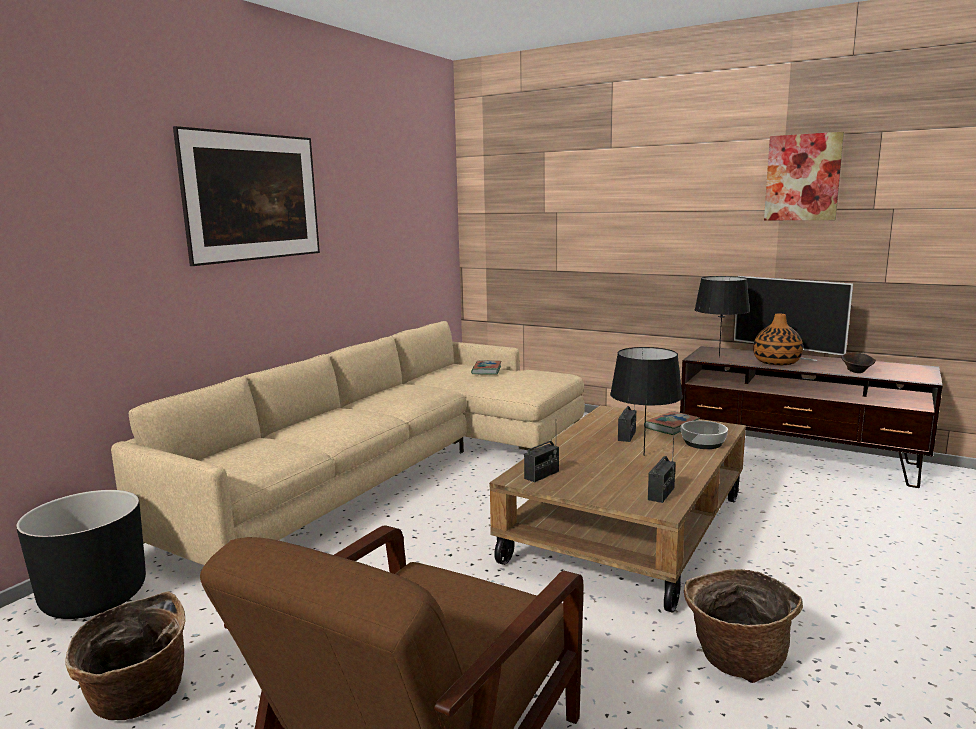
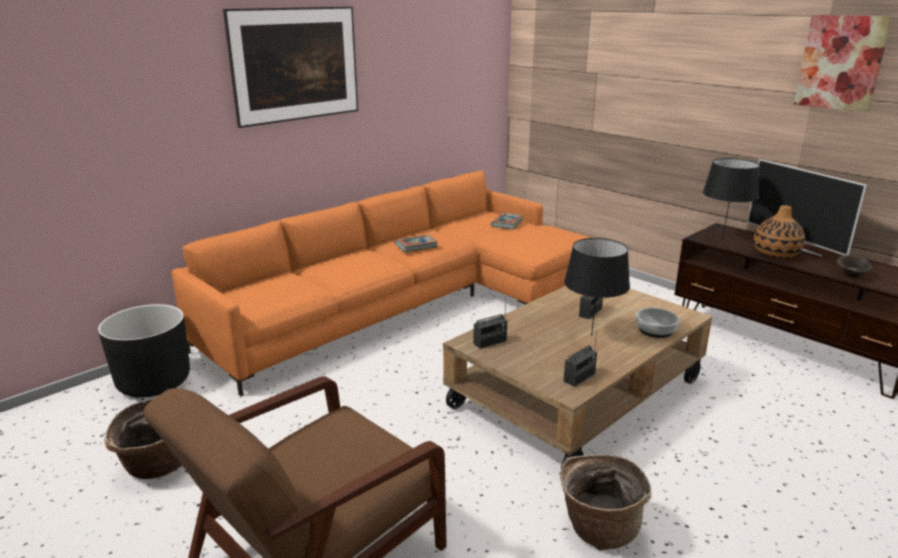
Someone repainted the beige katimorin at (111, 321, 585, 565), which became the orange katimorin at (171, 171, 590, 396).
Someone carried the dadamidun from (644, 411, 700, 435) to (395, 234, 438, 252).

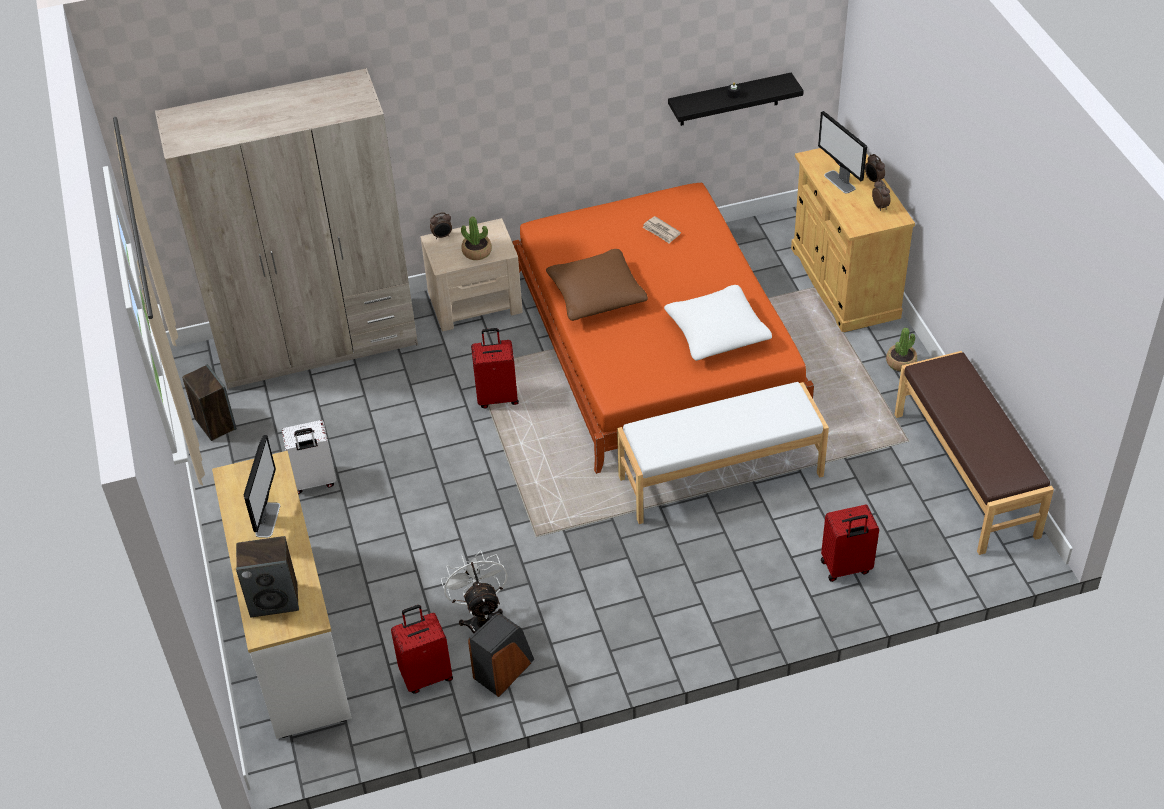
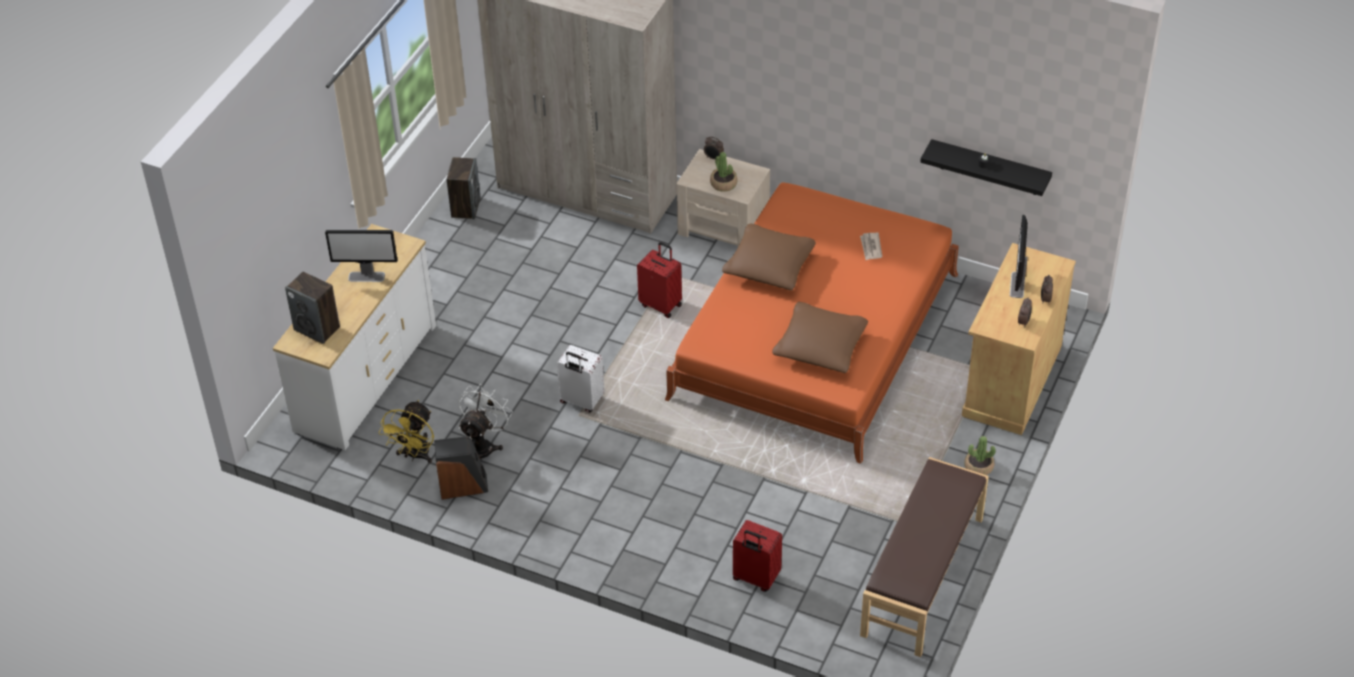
Someone rotated the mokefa at (244, 435, 280, 538) by 45 degrees clockwise.
Someone carried the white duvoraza from (282, 420, 336, 494) to (557, 345, 605, 413).
Someone swapped the red duvoraza at (391, 605, 453, 693) for the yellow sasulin at (379, 400, 434, 463).
Someone took away the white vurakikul at (617, 382, 829, 524).
Someone repainted the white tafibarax at (664, 285, 772, 361), which became the brown tafibarax at (772, 302, 868, 373).

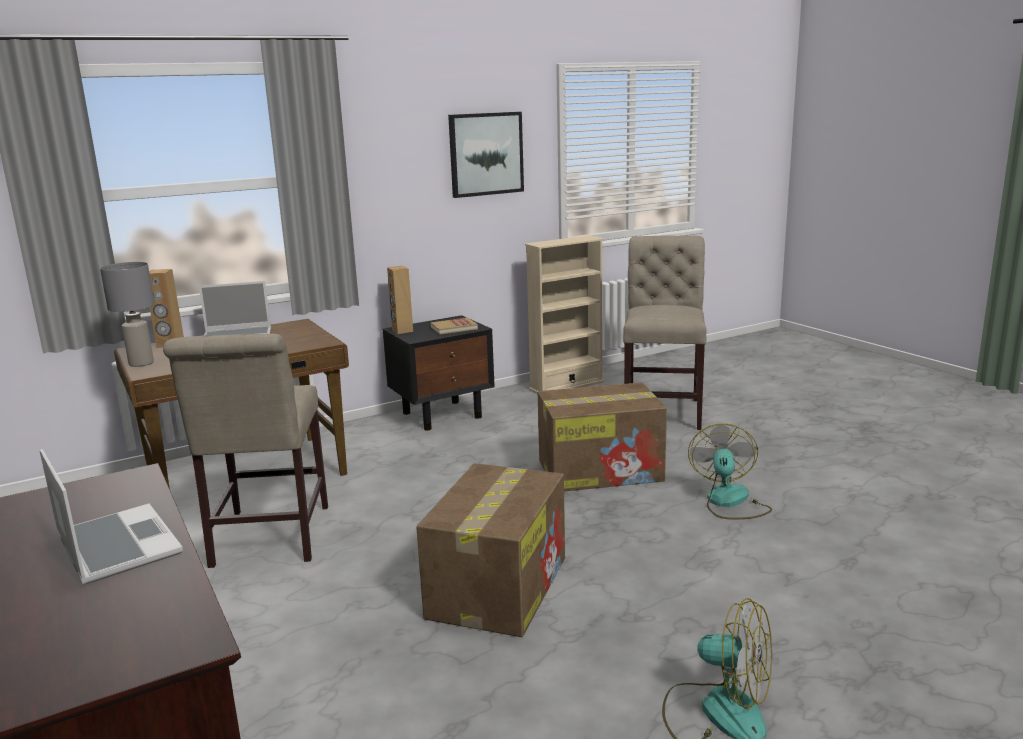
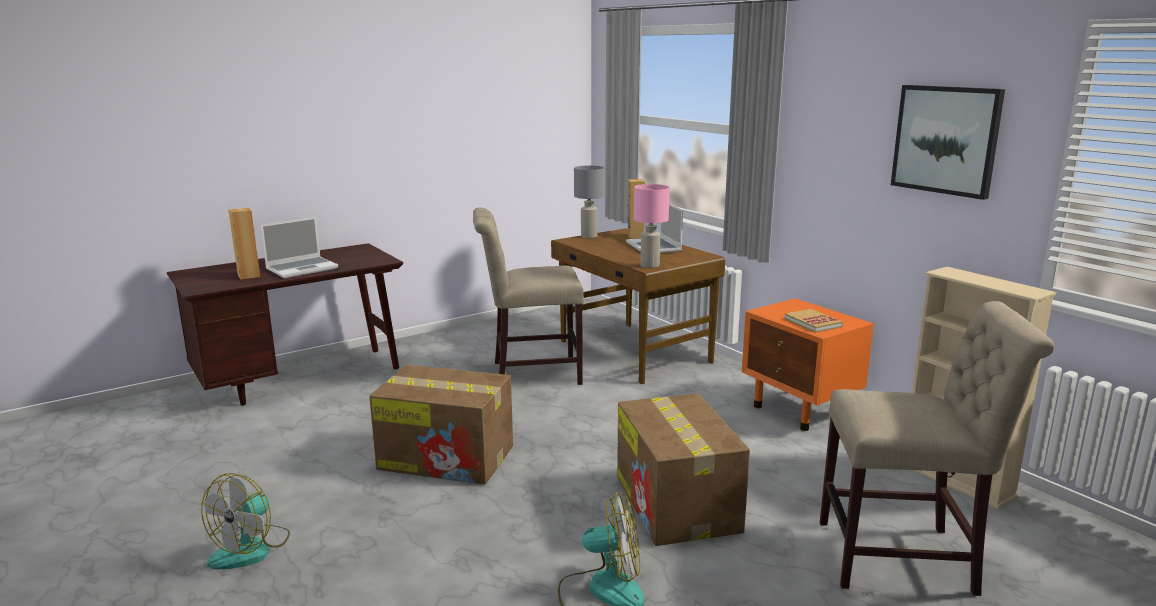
Someone repainted the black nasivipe at (383, 315, 495, 431), which became the orange nasivipe at (742, 298, 874, 431).
Someone carried the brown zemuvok from (387, 266, 413, 334) to (229, 208, 260, 280).
Someone put down the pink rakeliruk at (634, 184, 670, 268).

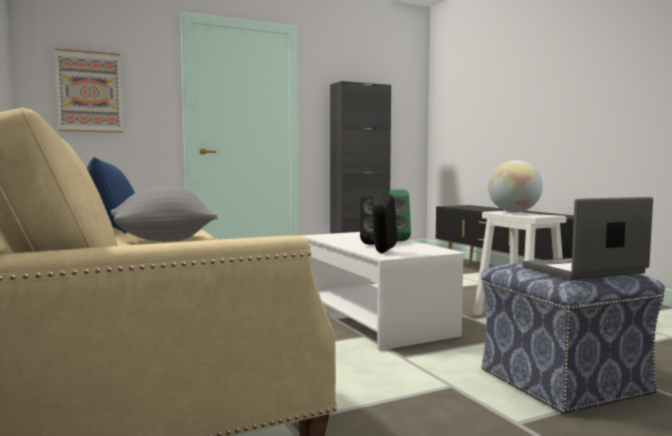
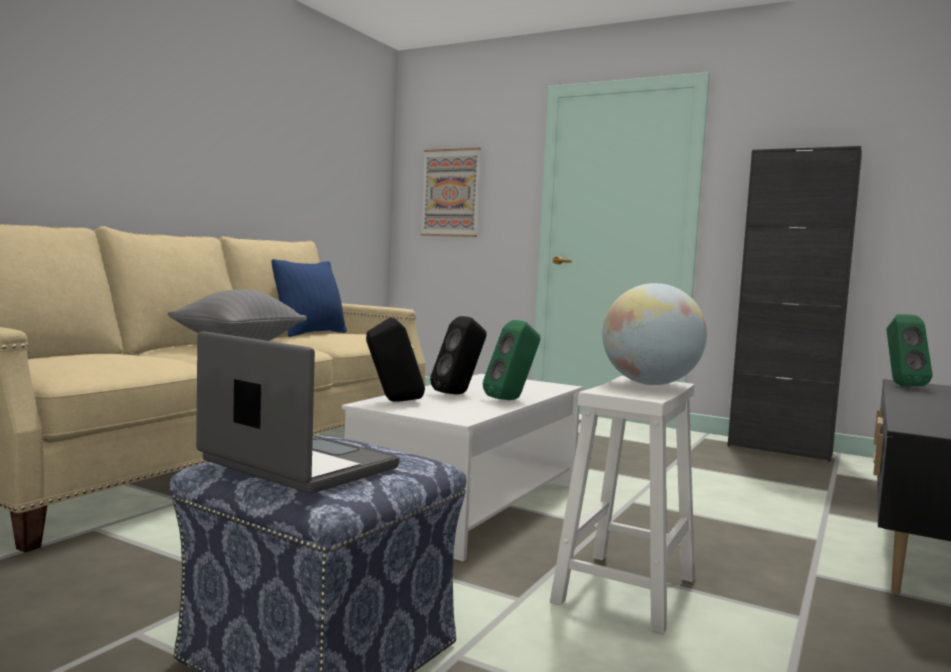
Someone put down the green zemuvok at (887, 314, 933, 386).

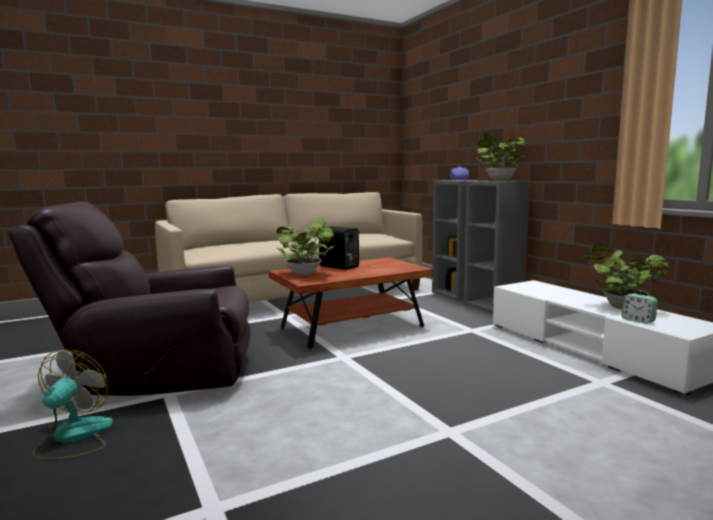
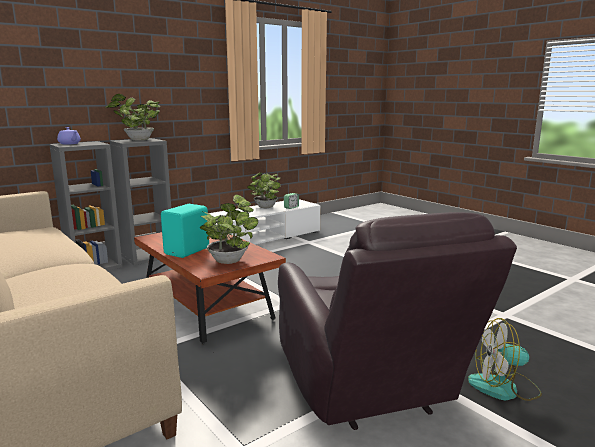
Someone repainted the black zemuvok at (319, 226, 359, 270), which became the turquoise zemuvok at (161, 204, 209, 258).

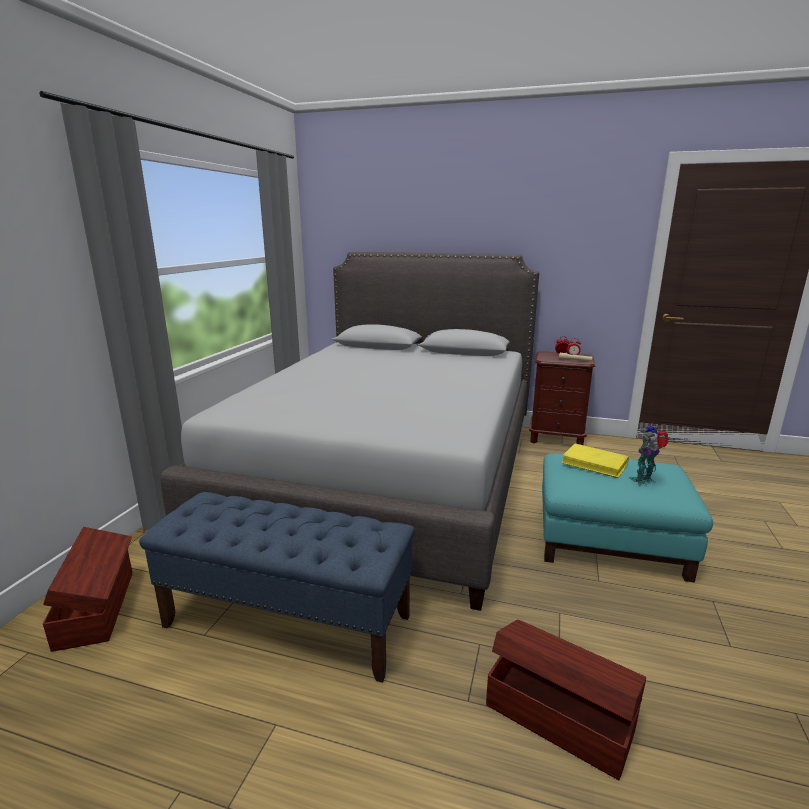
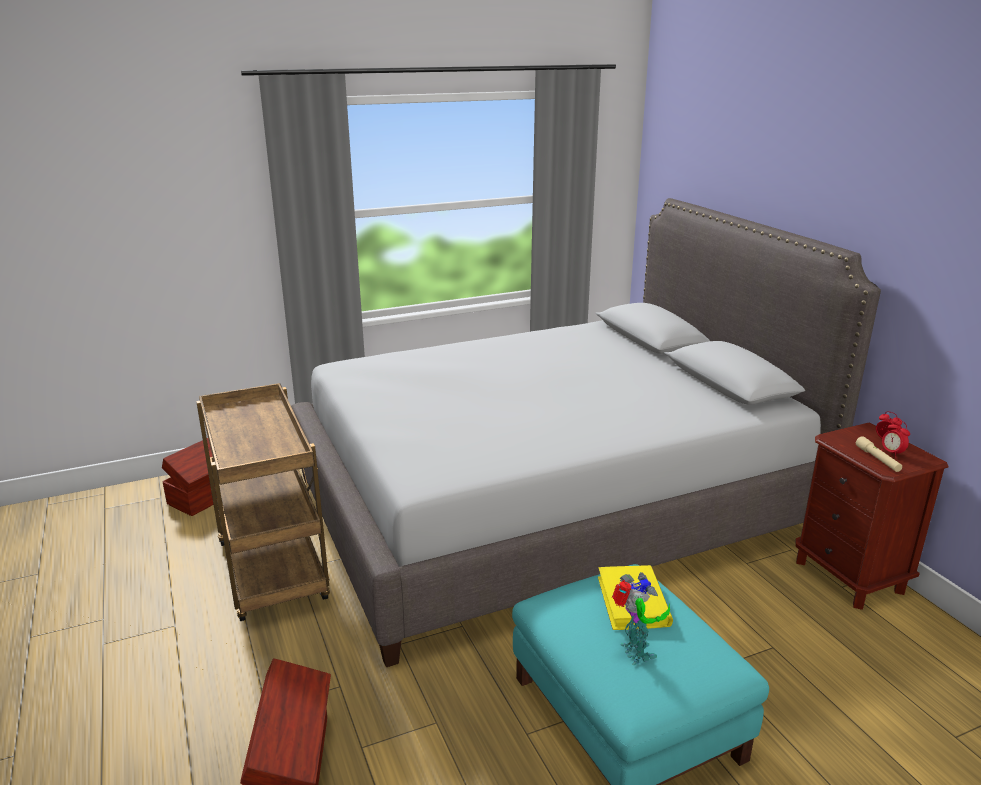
Someone swapped the blue vurakikul at (139, 492, 415, 683) for the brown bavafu at (196, 383, 330, 621).
Someone rotated the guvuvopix at (629, 425, 669, 486) by 45 degrees clockwise.

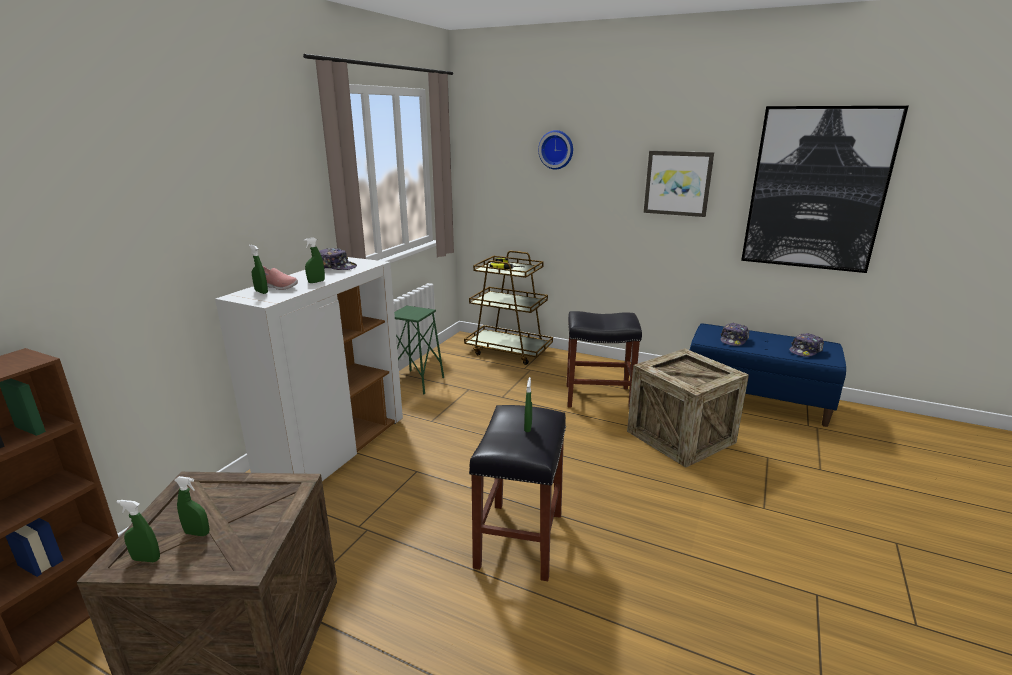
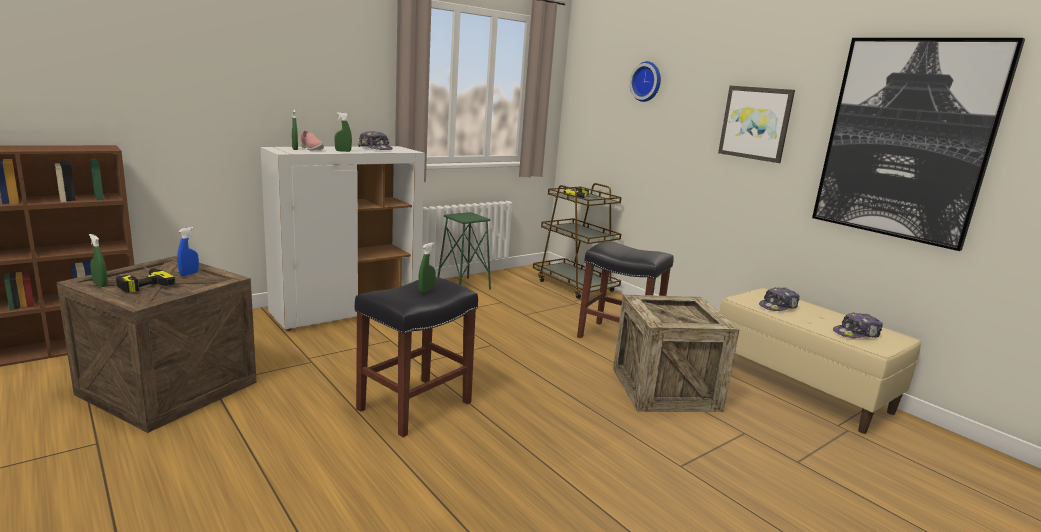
Someone swapped the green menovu at (175, 476, 209, 536) for the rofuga at (116, 266, 175, 293).
Someone repainted the blue vurakikul at (690, 324, 846, 427), which became the beige vurakikul at (720, 288, 921, 434).
Someone put down the blue menovu at (177, 227, 199, 276).

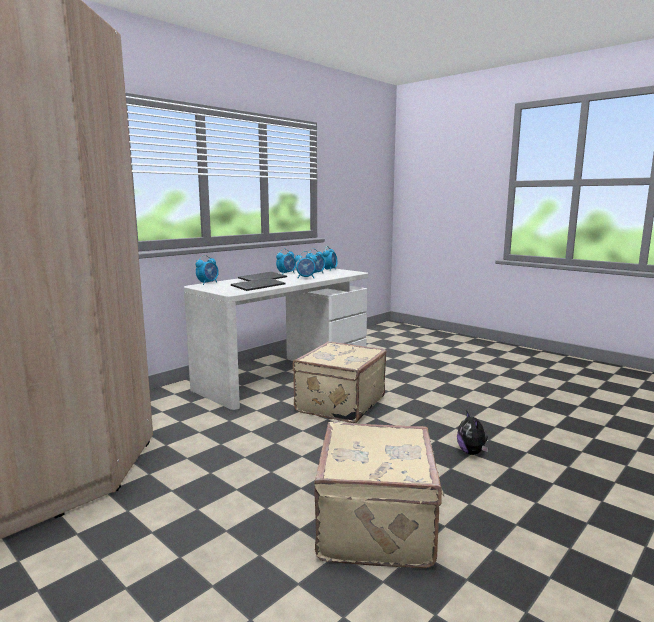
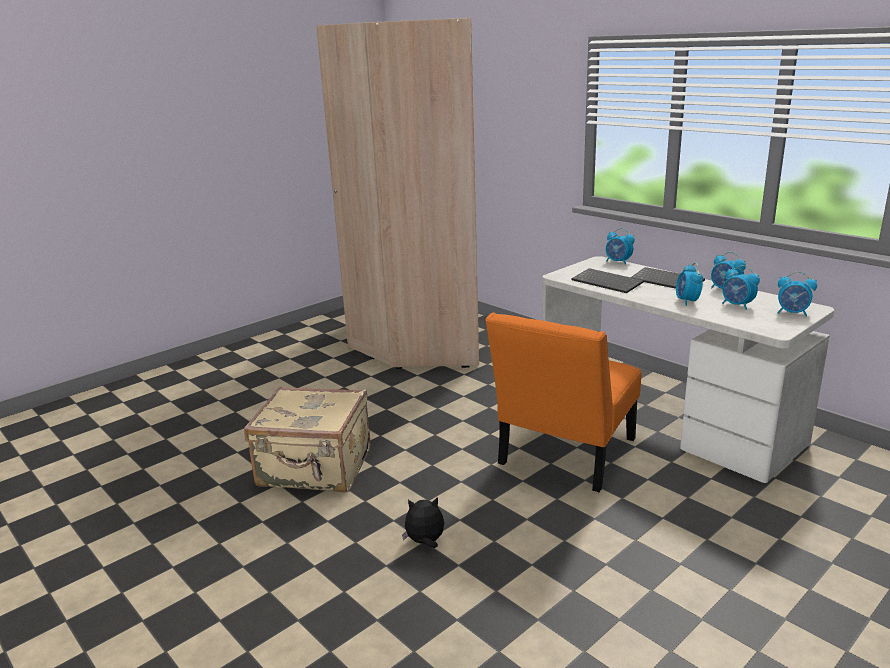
Someone swapped the beige duvoraza at (293, 341, 387, 423) for the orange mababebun at (485, 313, 641, 492).

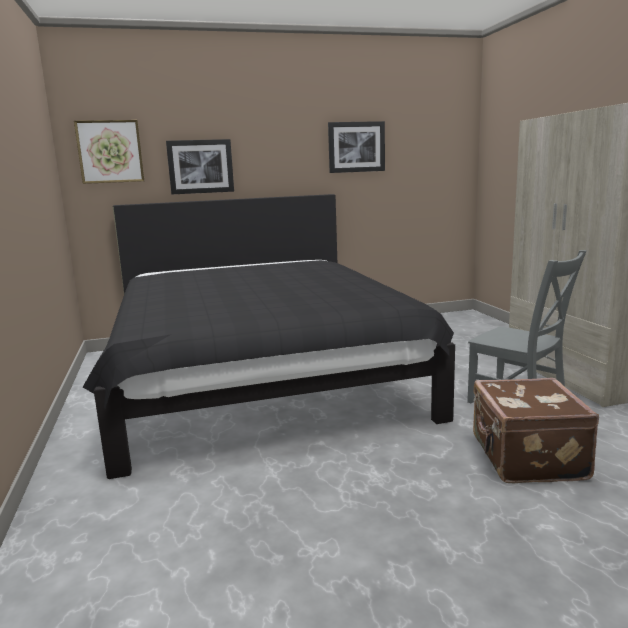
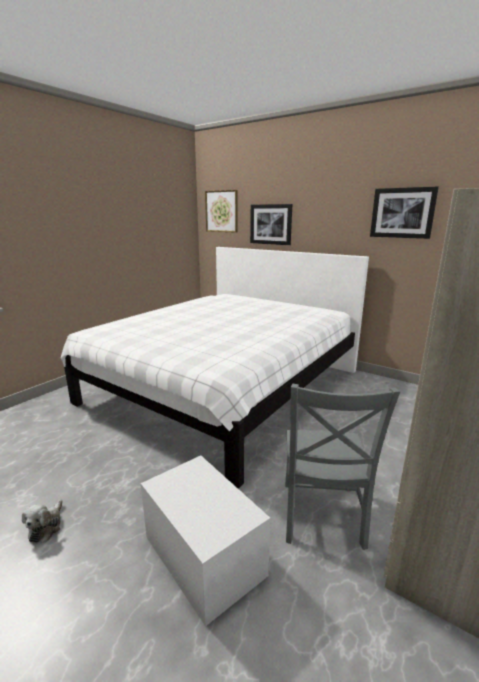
Someone repainted the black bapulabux at (83, 194, 455, 479), which became the white bapulabux at (61, 247, 369, 489).
Someone swapped the brown duvoraza at (473, 378, 599, 483) for the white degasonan at (141, 455, 270, 626).
Someone put down the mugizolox at (22, 499, 63, 543).

